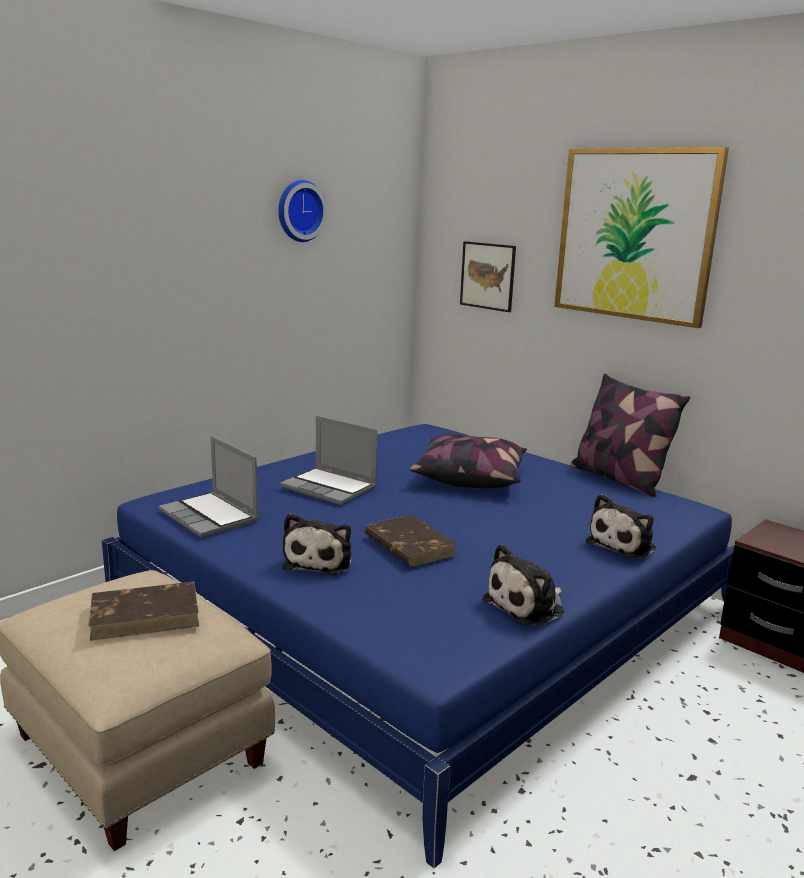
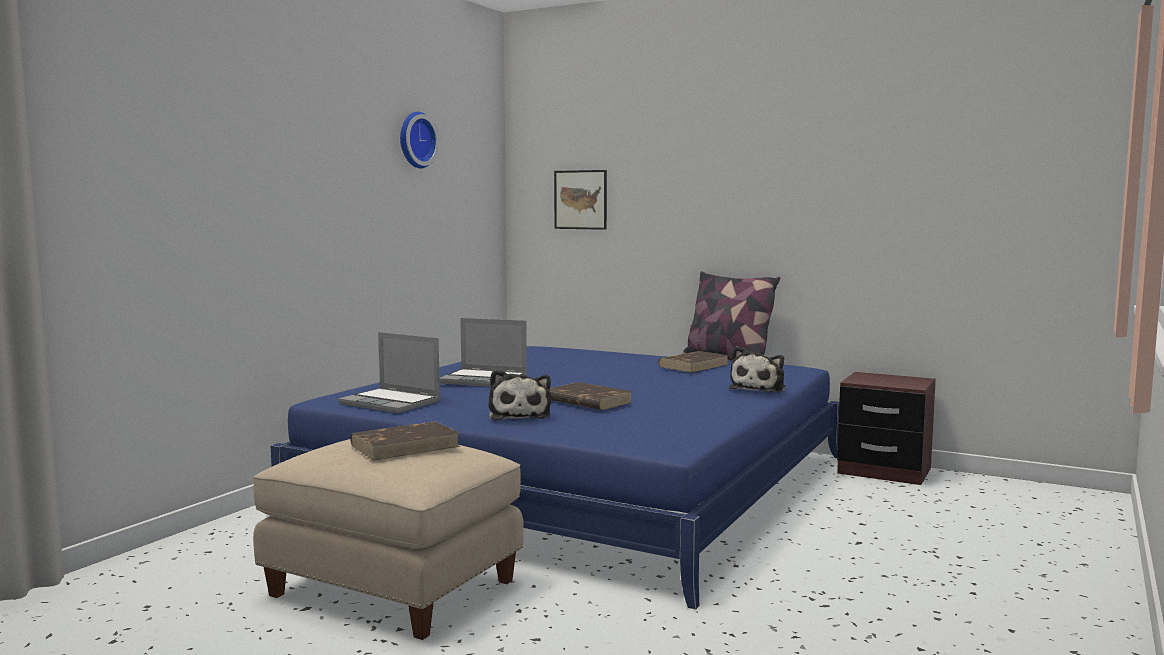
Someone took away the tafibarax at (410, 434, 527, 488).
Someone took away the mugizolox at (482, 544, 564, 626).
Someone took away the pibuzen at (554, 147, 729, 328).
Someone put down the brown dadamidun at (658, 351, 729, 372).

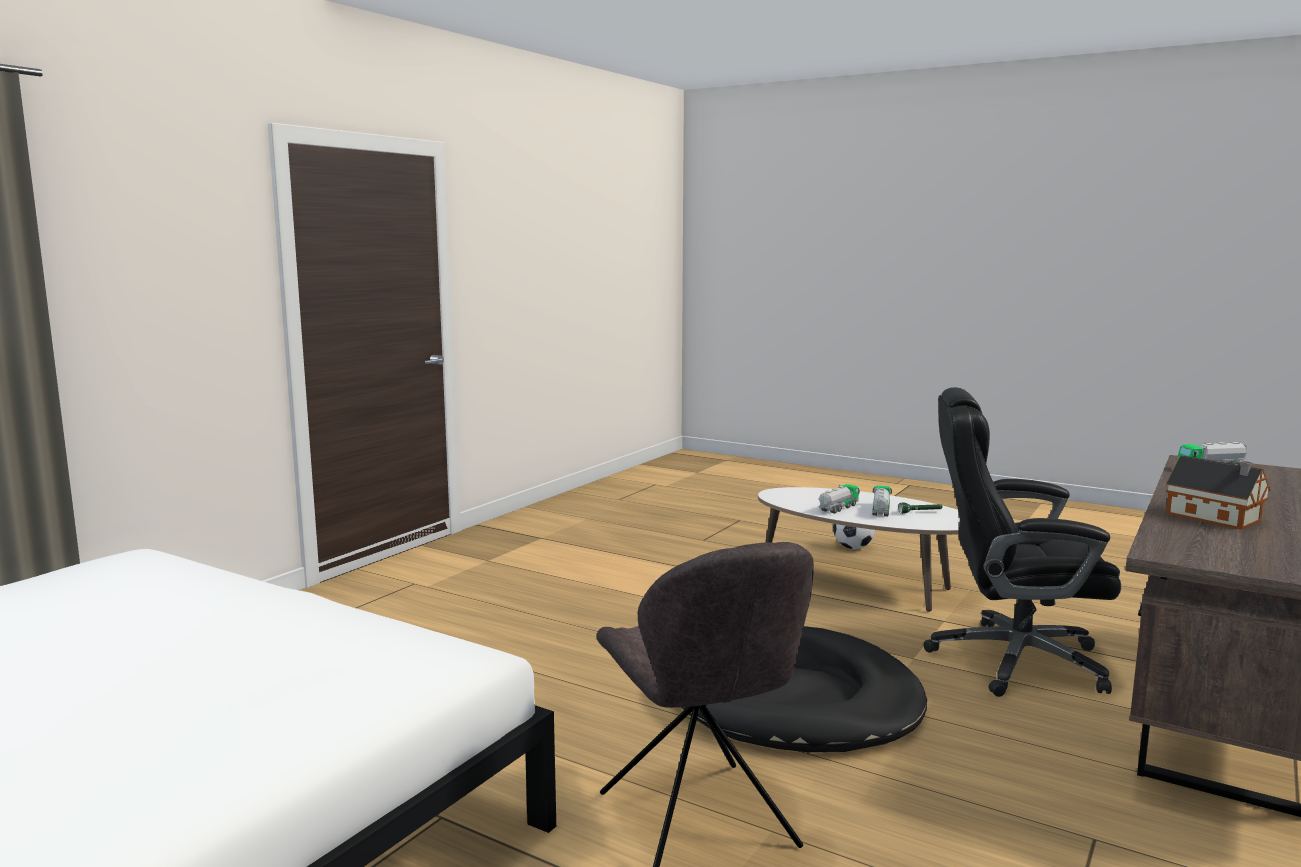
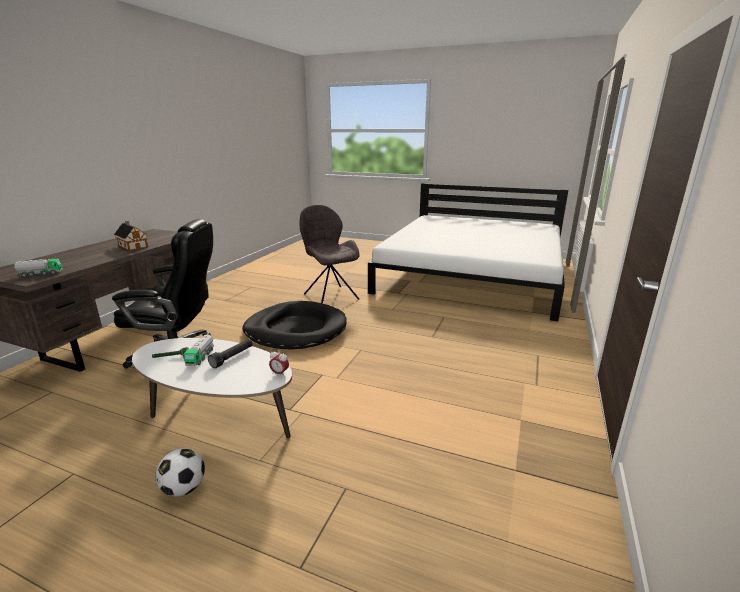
Someone swapped the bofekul at (819, 484, 859, 514) for the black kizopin at (208, 339, 252, 368).
Someone put down the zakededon at (269, 350, 289, 376).

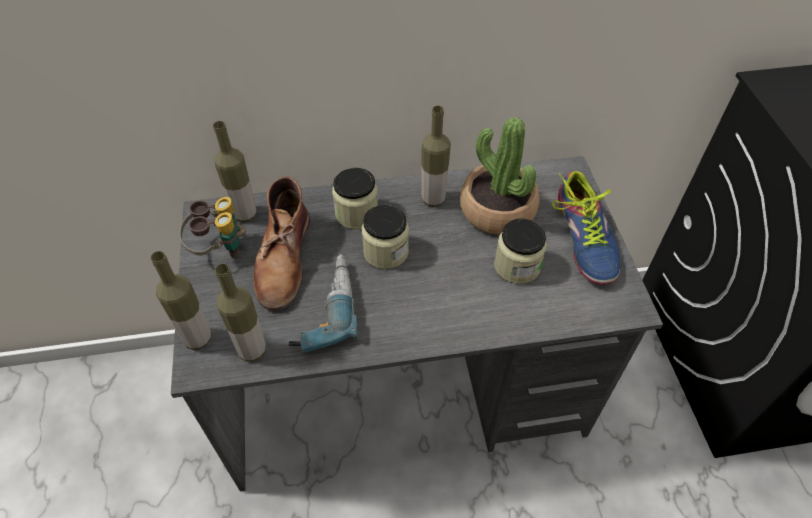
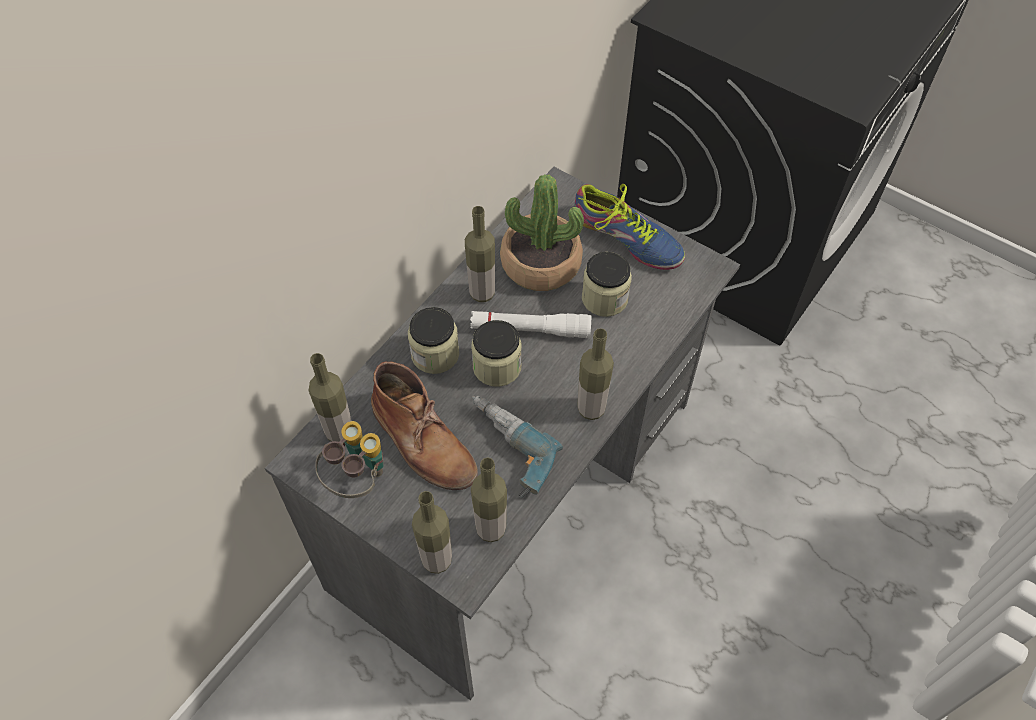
Someone put down the white kizopin at (470, 311, 591, 338).
Someone put down the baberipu at (577, 328, 614, 420).

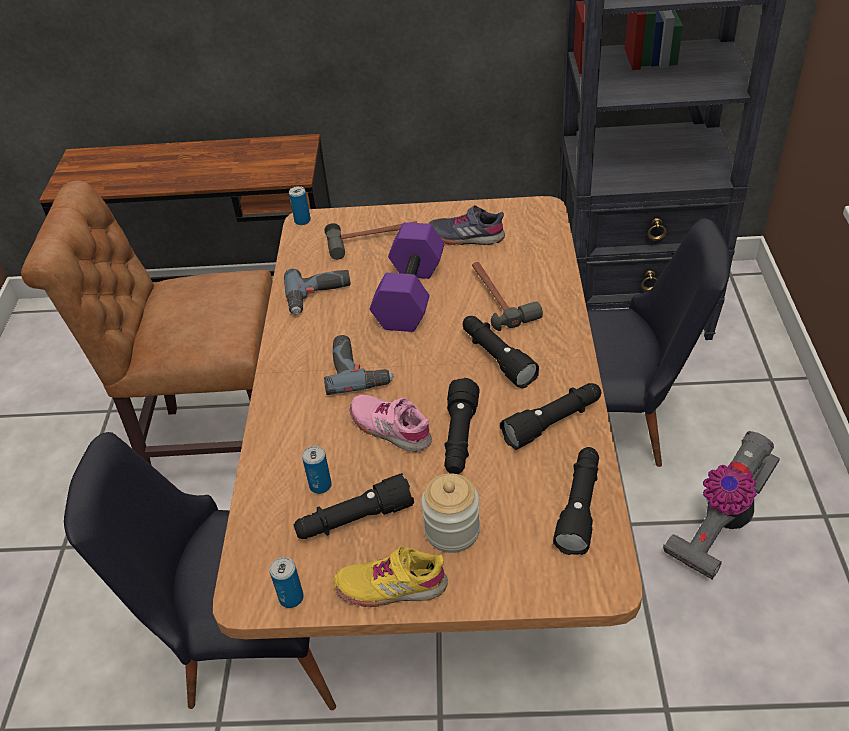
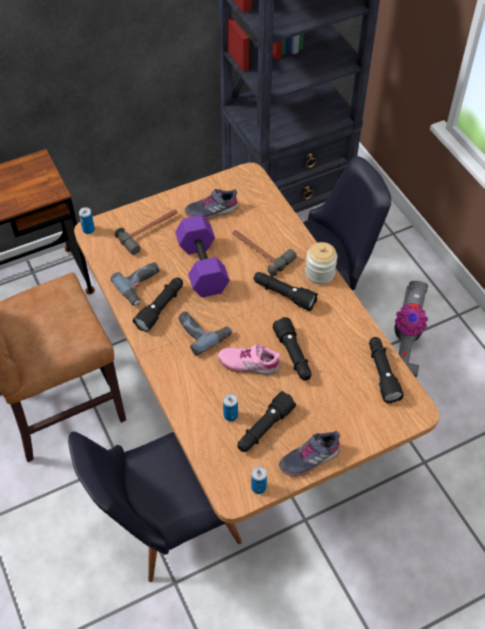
Someone repainted the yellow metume at (334, 547, 448, 607), which became the grey metume at (279, 431, 341, 477).
Someone carried the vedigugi from (421, 473, 480, 553) to (305, 242, 337, 284).
Someone carried the black kizopin from (500, 383, 601, 450) to (133, 277, 183, 332).

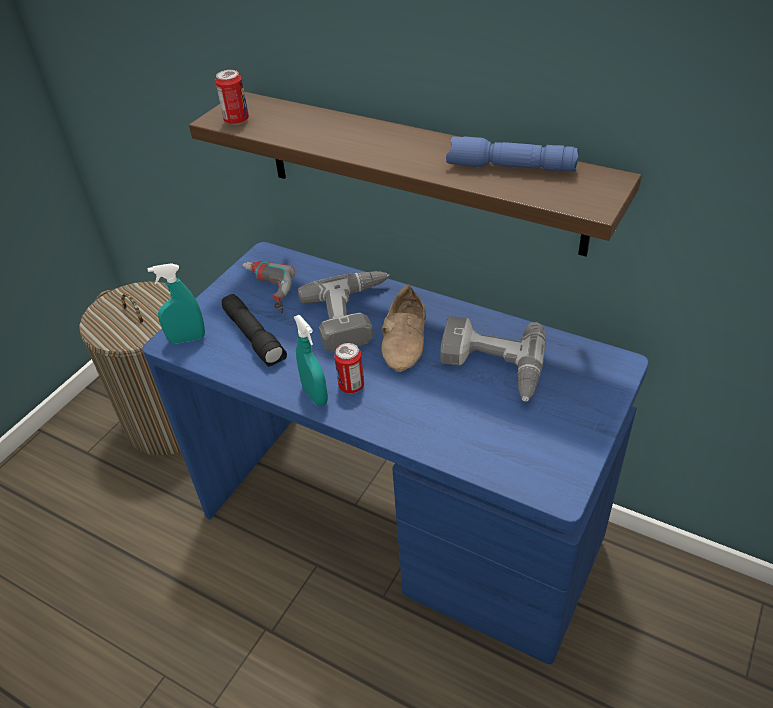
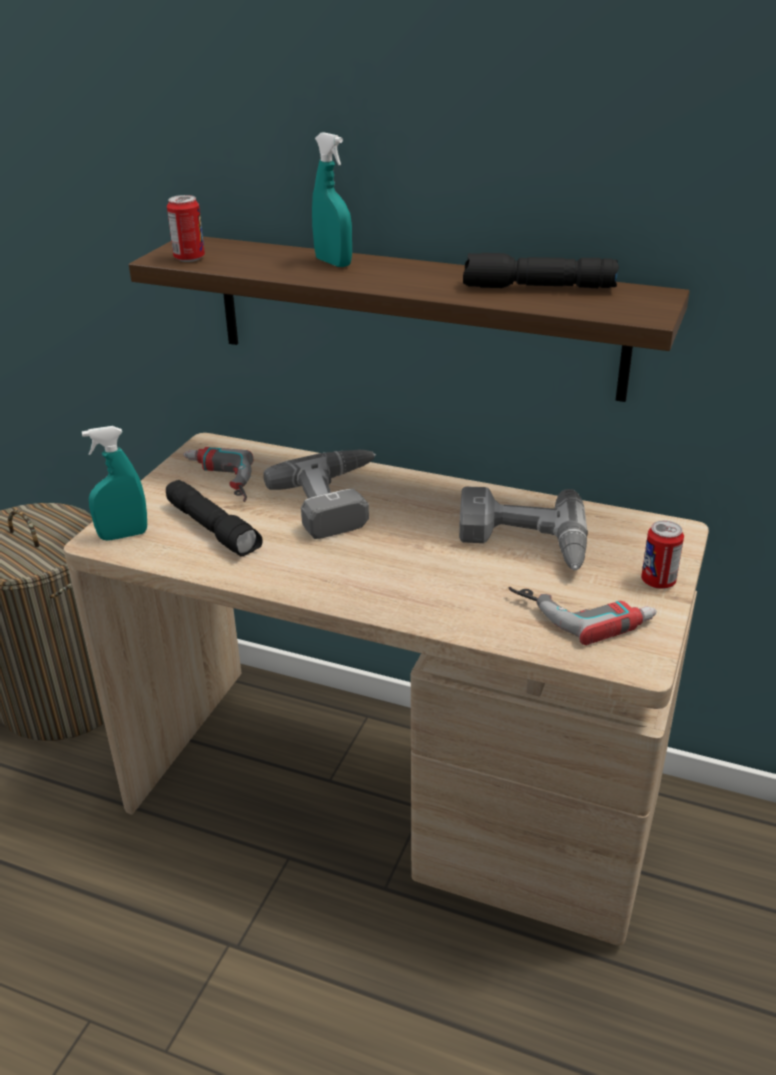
Someone repainted the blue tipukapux at (142, 242, 649, 664), which became the beige tipukapux at (64, 433, 709, 946).
Someone carried the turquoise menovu from (294, 315, 328, 406) to (312, 132, 352, 267).
Someone carried the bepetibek from (334, 343, 364, 393) to (641, 520, 684, 589).
Someone took away the beige metume at (381, 284, 426, 372).
Someone repainted the blue kizopin at (446, 136, 579, 172), which became the black kizopin at (463, 253, 619, 288).
Someone put down the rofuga at (509, 587, 656, 645).

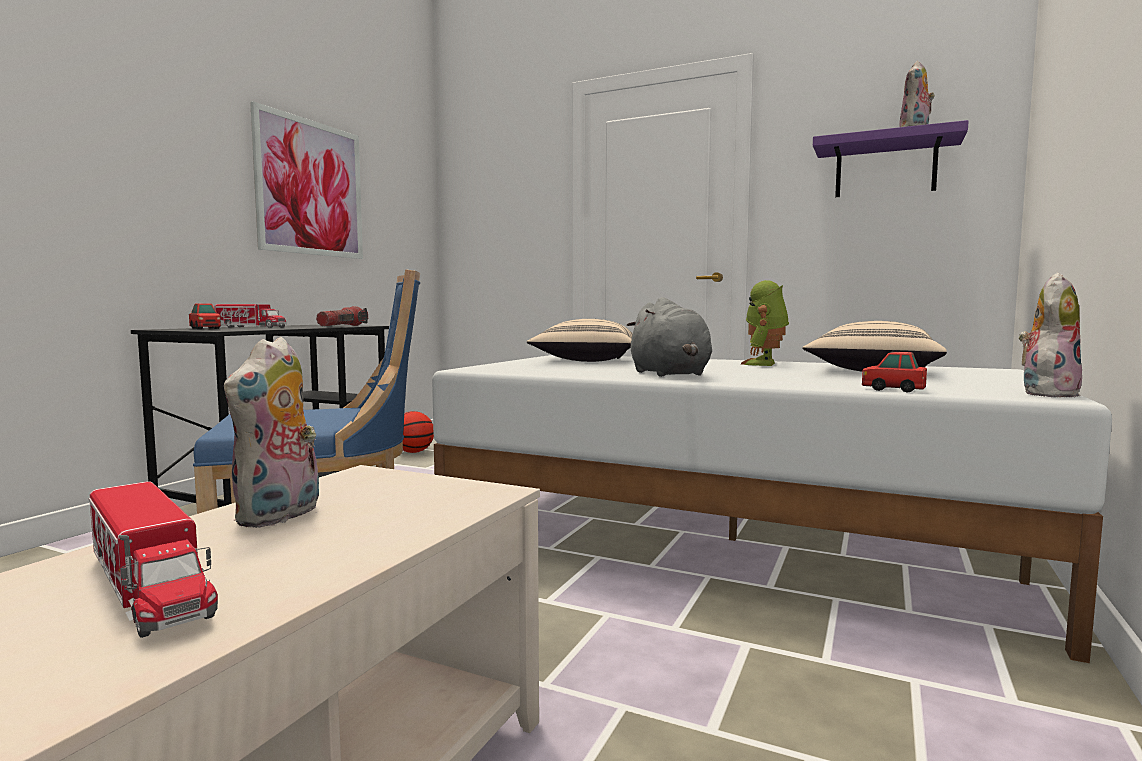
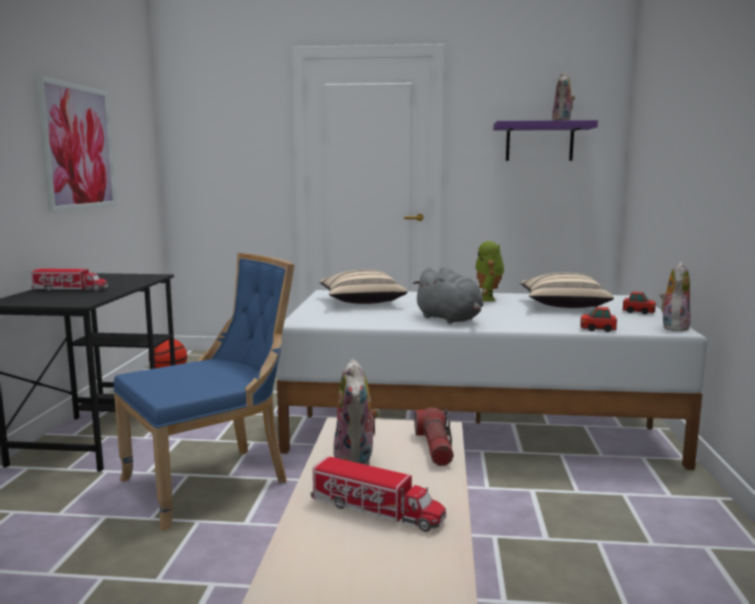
Someone carried the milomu from (189, 304, 221, 329) to (623, 291, 656, 314).
Someone carried the kizopin from (316, 306, 368, 326) to (414, 407, 454, 466).

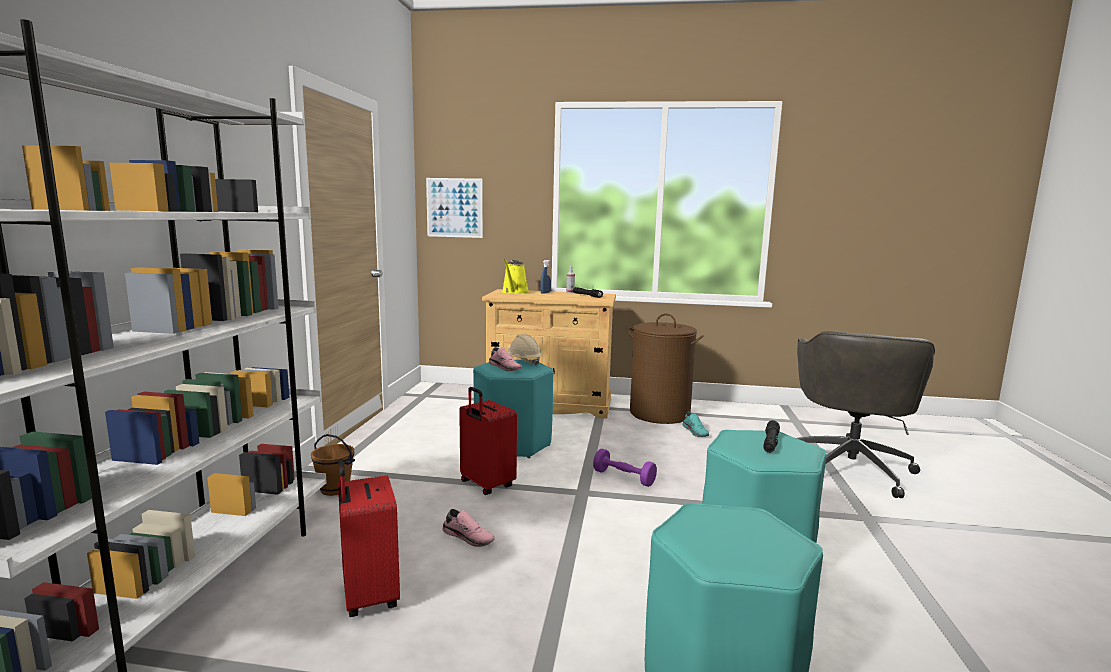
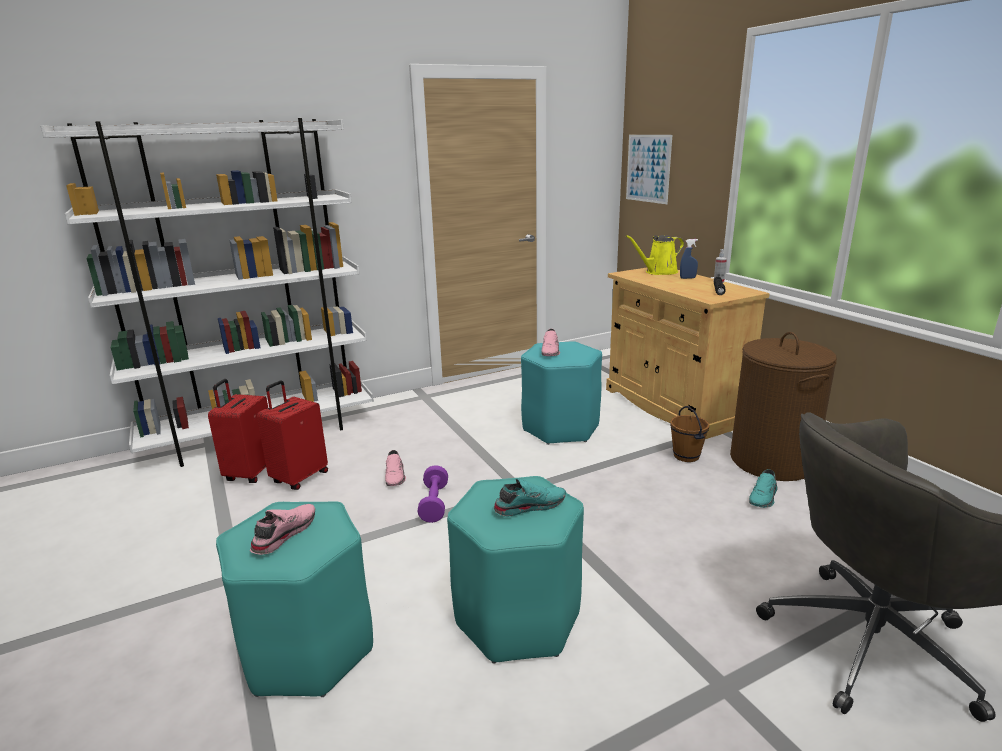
Someone carried the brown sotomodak from (311, 434, 355, 496) to (670, 406, 709, 462).
Someone carried the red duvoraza from (459, 387, 517, 495) to (208, 379, 268, 483).
Someone took away the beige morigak at (507, 334, 542, 365).
Someone carried the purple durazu from (593, 449, 657, 487) to (417, 465, 448, 523).
Someone swapped the black kizopin at (763, 420, 780, 453) for the turquoise metume at (493, 478, 566, 517).
Someone put down the pink metume at (250, 504, 315, 555).

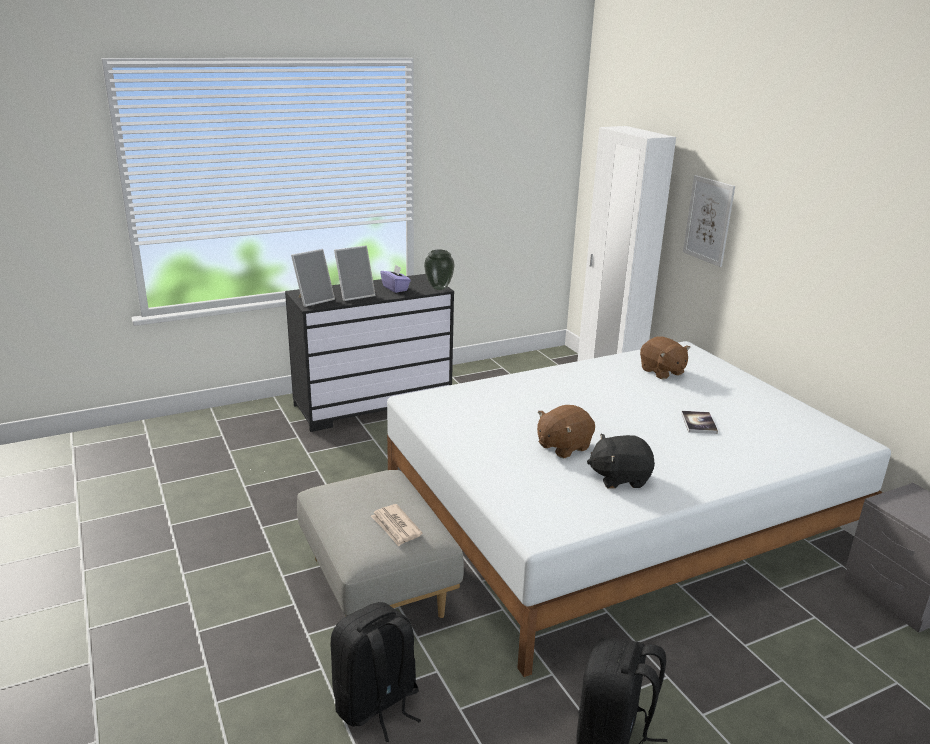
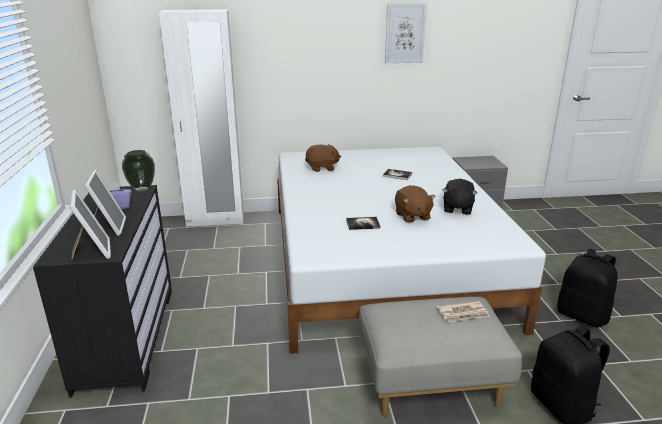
Someone carried the pibuzen from (683, 175, 735, 267) to (385, 3, 427, 63).
Someone put down the dadamidun at (346, 217, 381, 230).

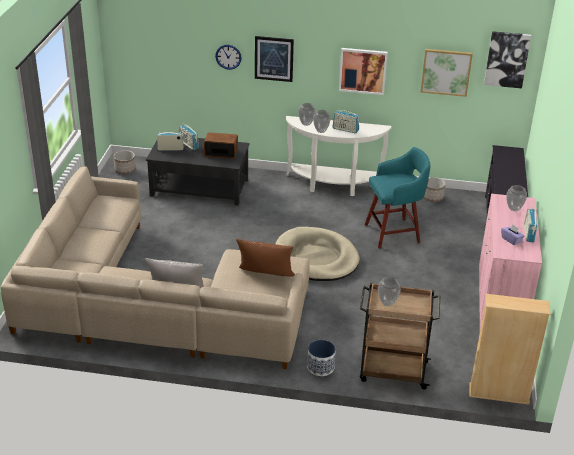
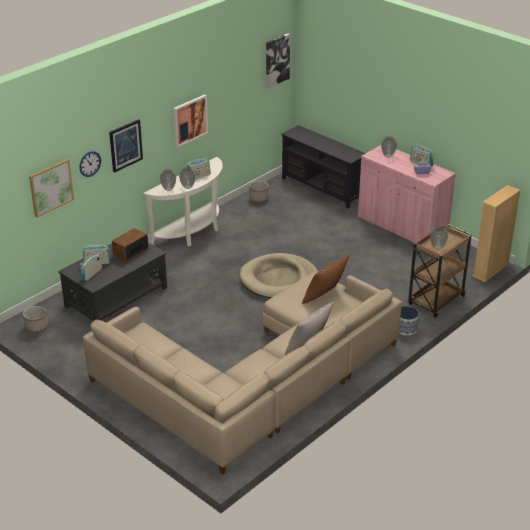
Someone took away the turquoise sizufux at (365, 147, 430, 249).
Someone carried the pibuzen from (420, 49, 473, 97) to (29, 159, 74, 217).

